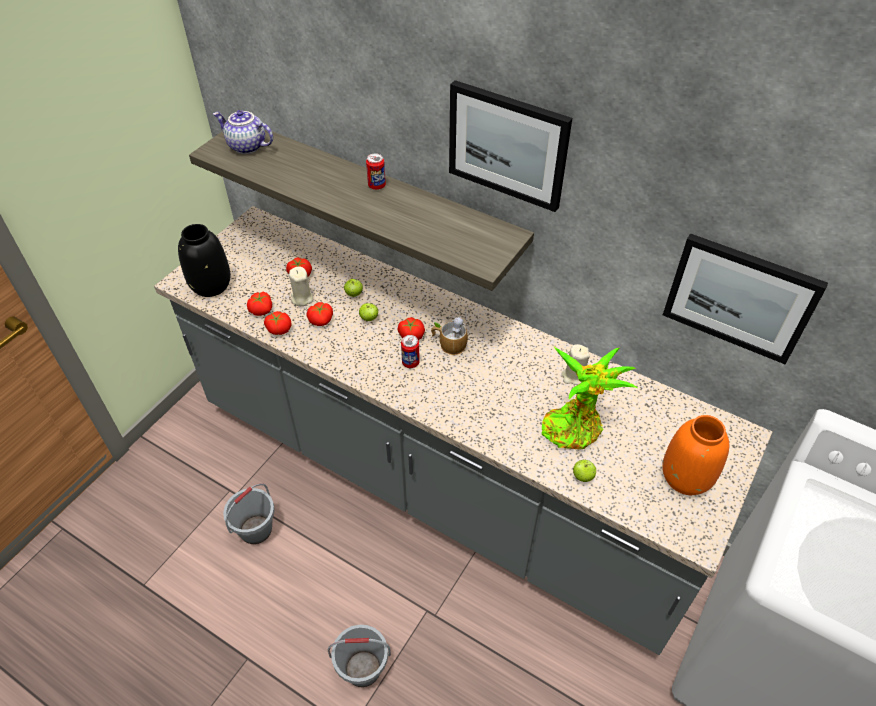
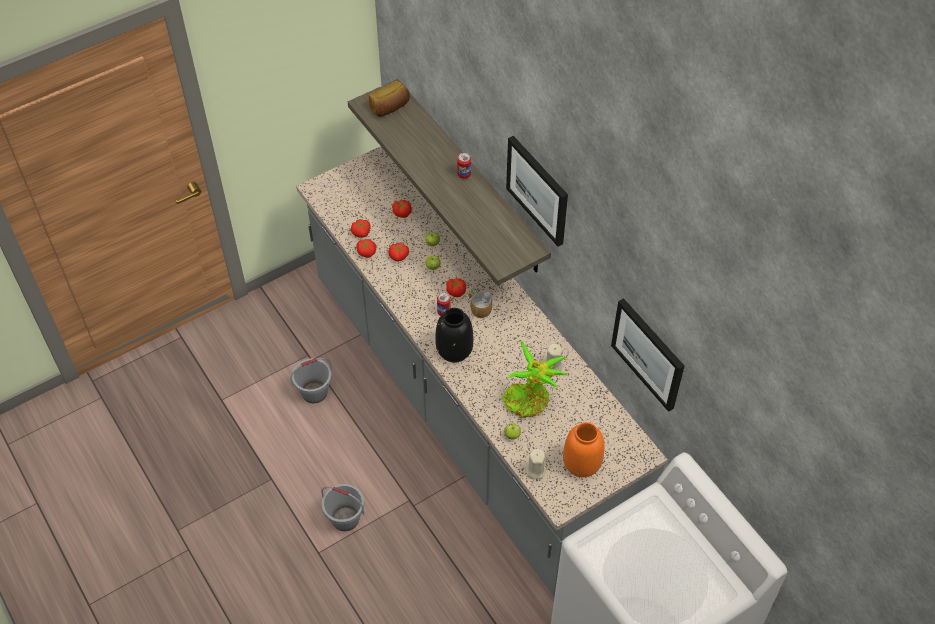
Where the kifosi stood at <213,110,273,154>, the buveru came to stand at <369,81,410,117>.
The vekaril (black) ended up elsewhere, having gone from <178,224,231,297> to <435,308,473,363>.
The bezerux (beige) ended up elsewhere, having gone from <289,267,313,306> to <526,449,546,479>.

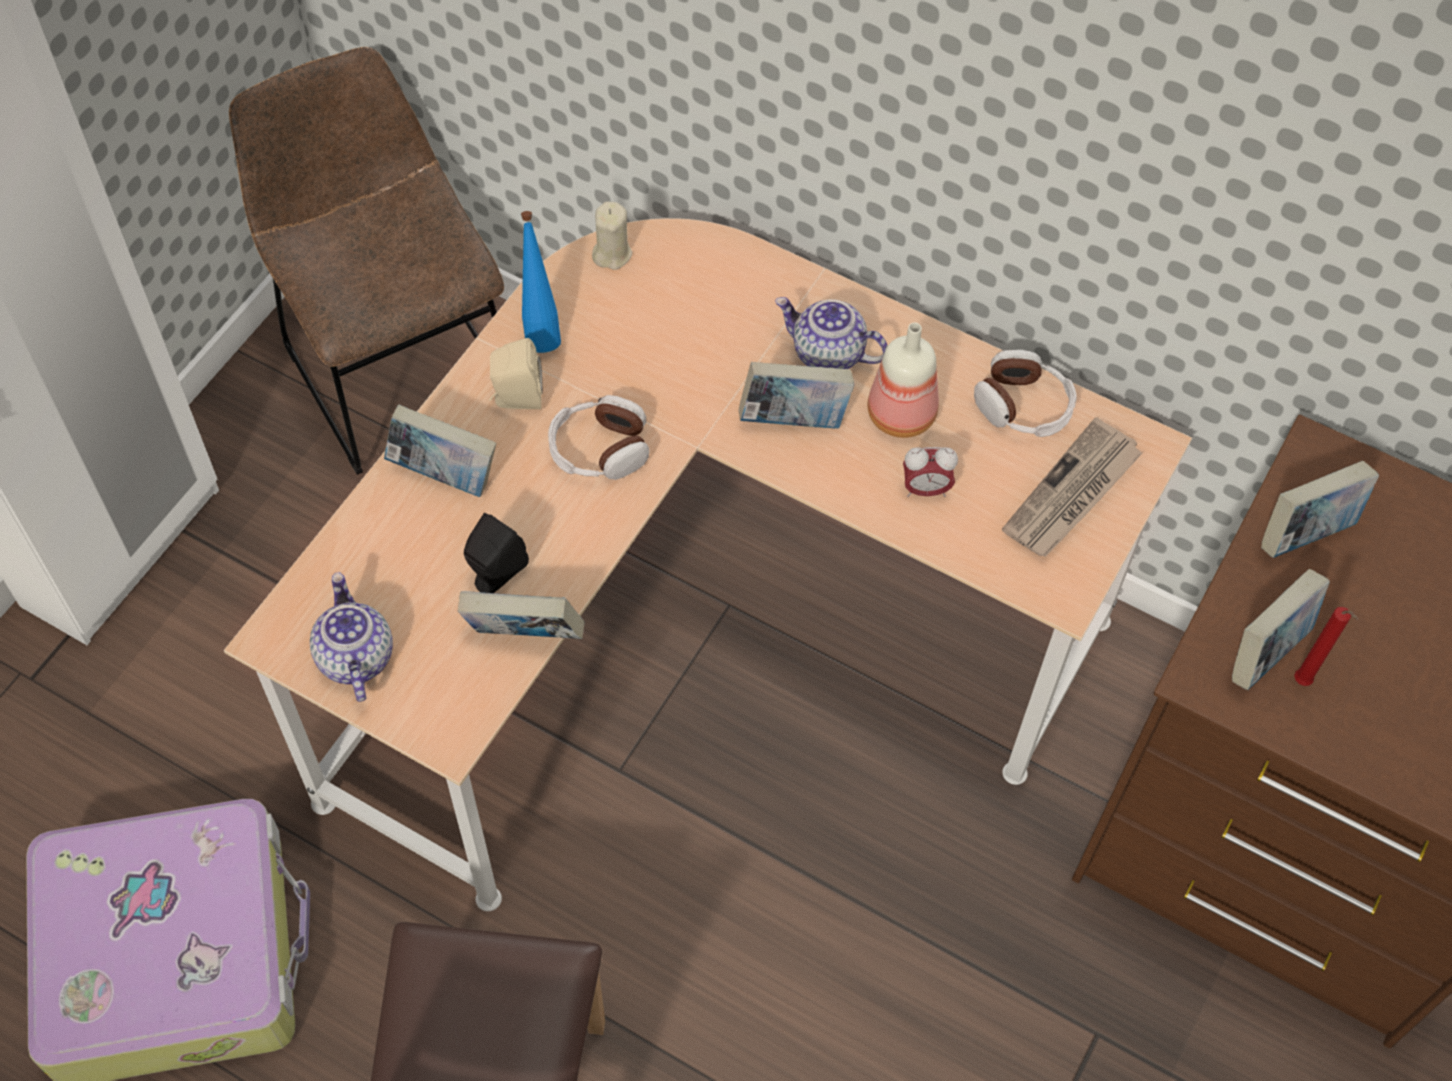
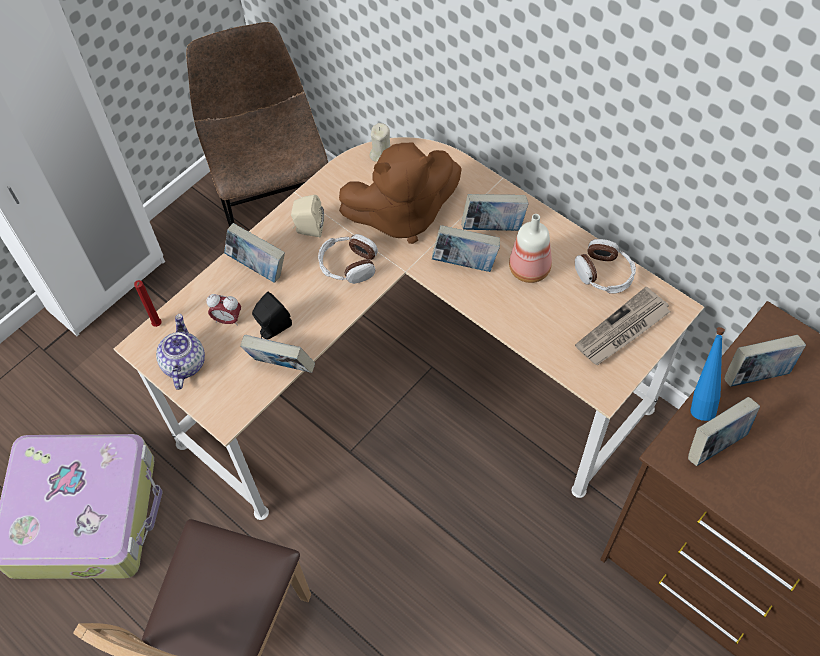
The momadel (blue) ended up elsewhere, having gone from <521,211,561,353> to <691,327,725,421>.
Where the kifosi stood at <775,297,888,369>, the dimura came to stand at <461,194,529,231>.
The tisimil ended up elsewhere, having gone from <903,447,958,497> to <206,294,241,326>.
The bezerux (red) ended up elsewhere, having gone from <1294,607,1359,686> to <134,280,162,327>.
The second view gained the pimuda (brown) at <339,143,462,244>.

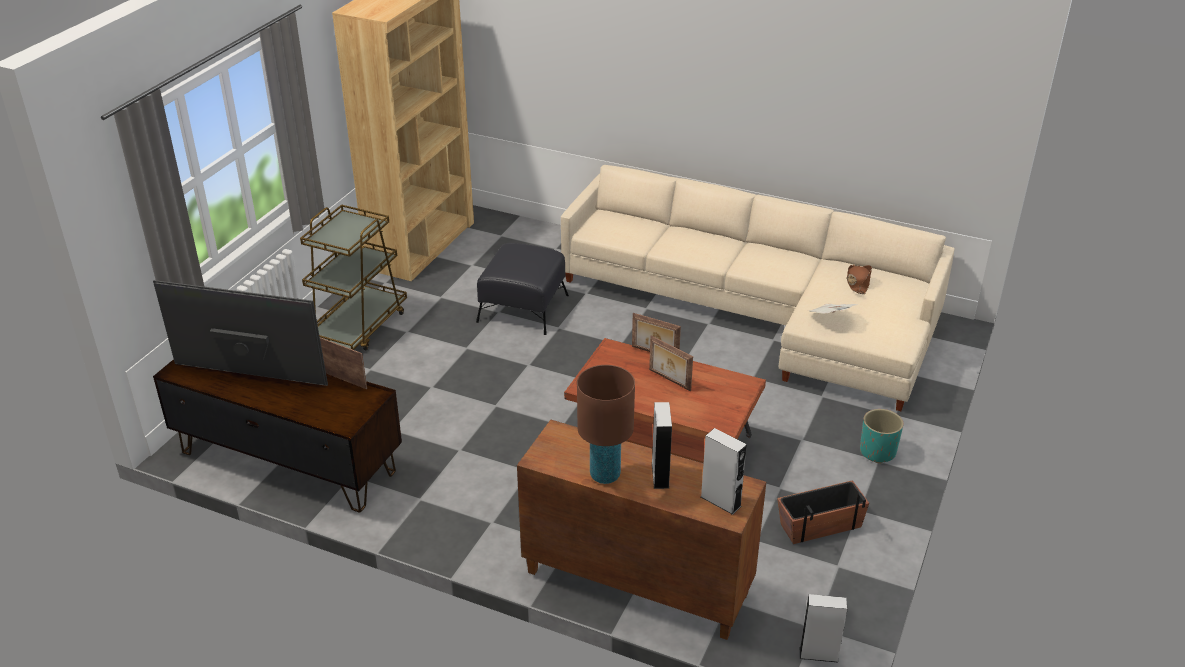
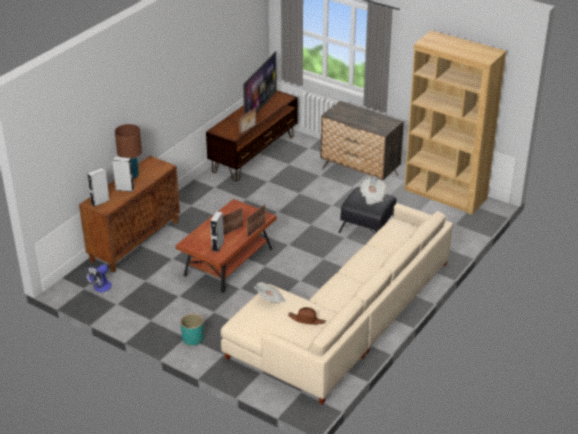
Where the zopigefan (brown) stood at <300,204,407,350>, the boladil came to stand at <320,101,404,181>.
The second view lost the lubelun at <777,480,869,544>.
The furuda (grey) ended up elsewhere, having gone from <800,594,847,662> to <210,211,224,252>.
The second view gained the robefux at <360,176,386,205>.
The second view gained the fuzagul at <84,264,112,292>.

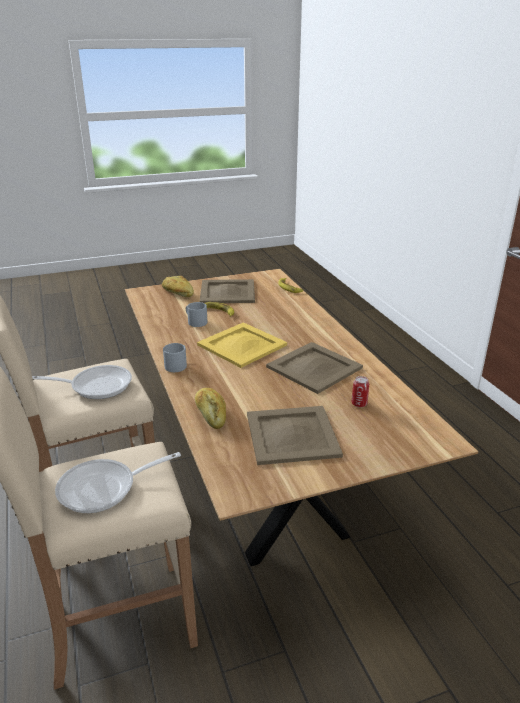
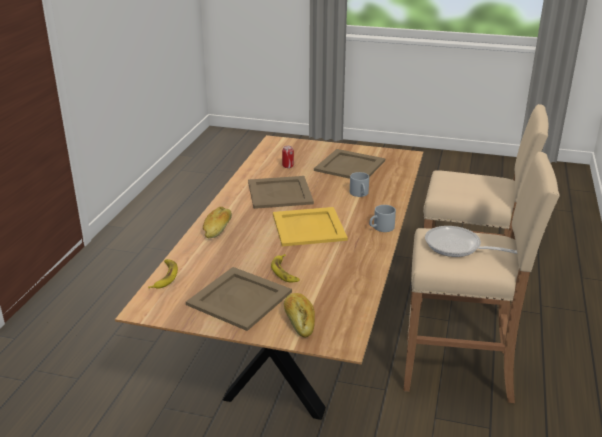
The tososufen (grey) ended up elsewhere, having gone from <186,302,207,327> to <350,172,369,197>.
The buveru ended up elsewhere, having gone from <195,388,226,429> to <203,207,232,238>.
The second view lost the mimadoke at <55,452,181,513>.

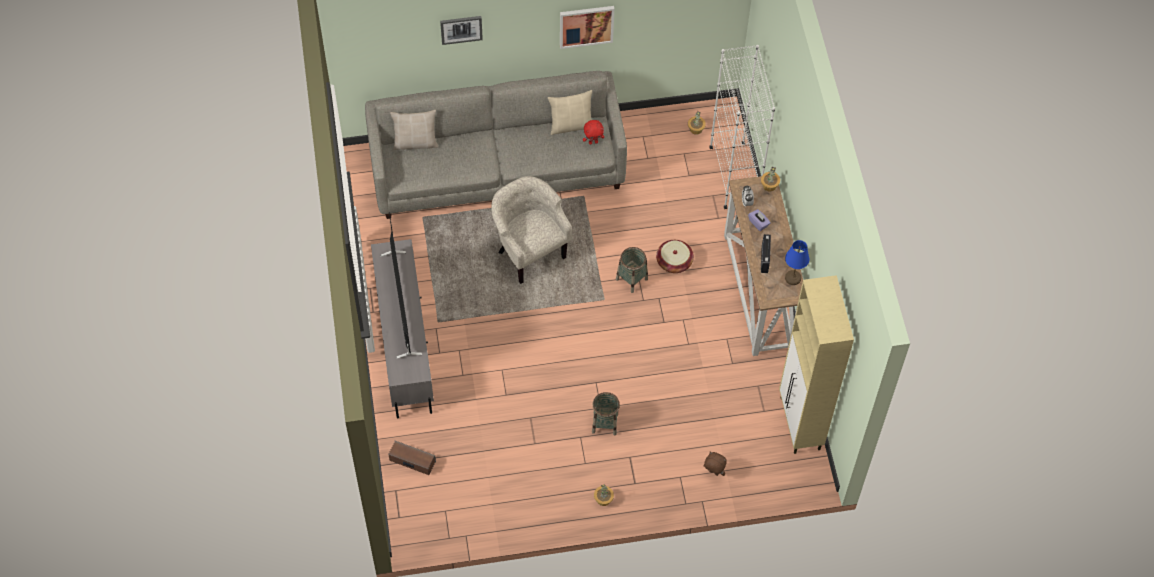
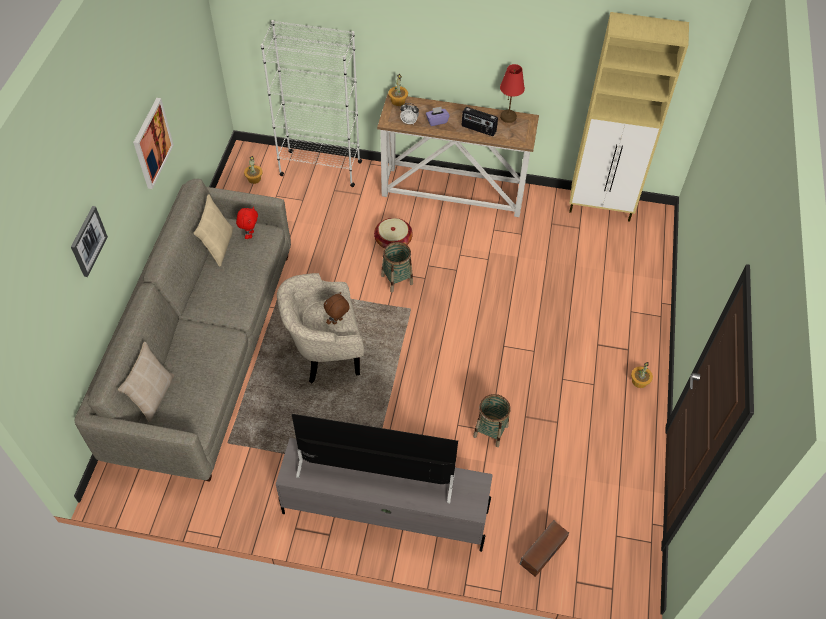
What was the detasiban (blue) at <785,240,809,285> turned into the detasiban (red) at <500,64,525,123>.
The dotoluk ended up elsewhere, having gone from <592,392,620,435> to <473,394,510,447>.
The pimuda (brown) ended up elsewhere, having gone from <704,452,727,476> to <324,292,350,325>.

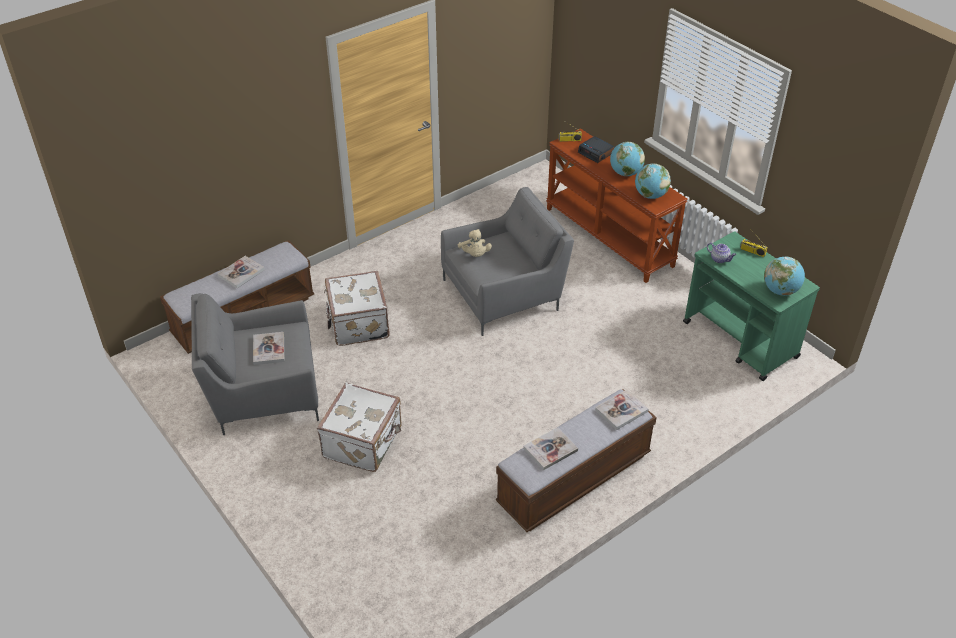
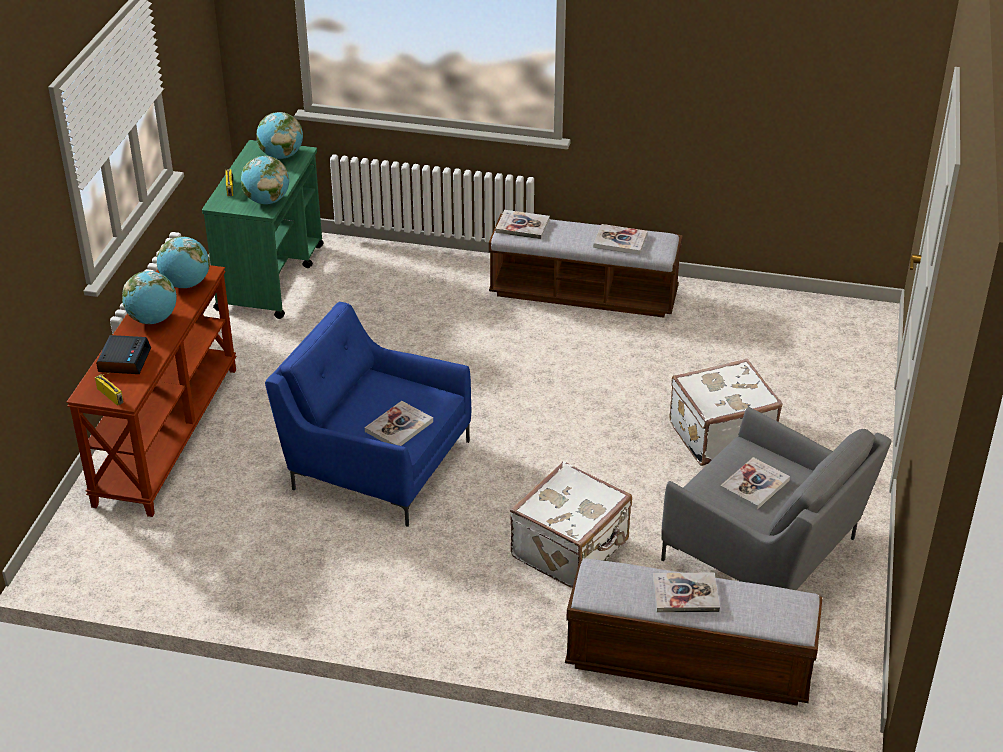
What was the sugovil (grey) at <441,187,574,336> turned into the sugovil (blue) at <265,302,471,527>.
Where the pimuda (beige) stood at <458,229,492,257>, the dimura came to stand at <365,401,433,446>.
Where the kifosi stood at <707,243,736,263>, the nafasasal came to stand at <241,156,289,204>.

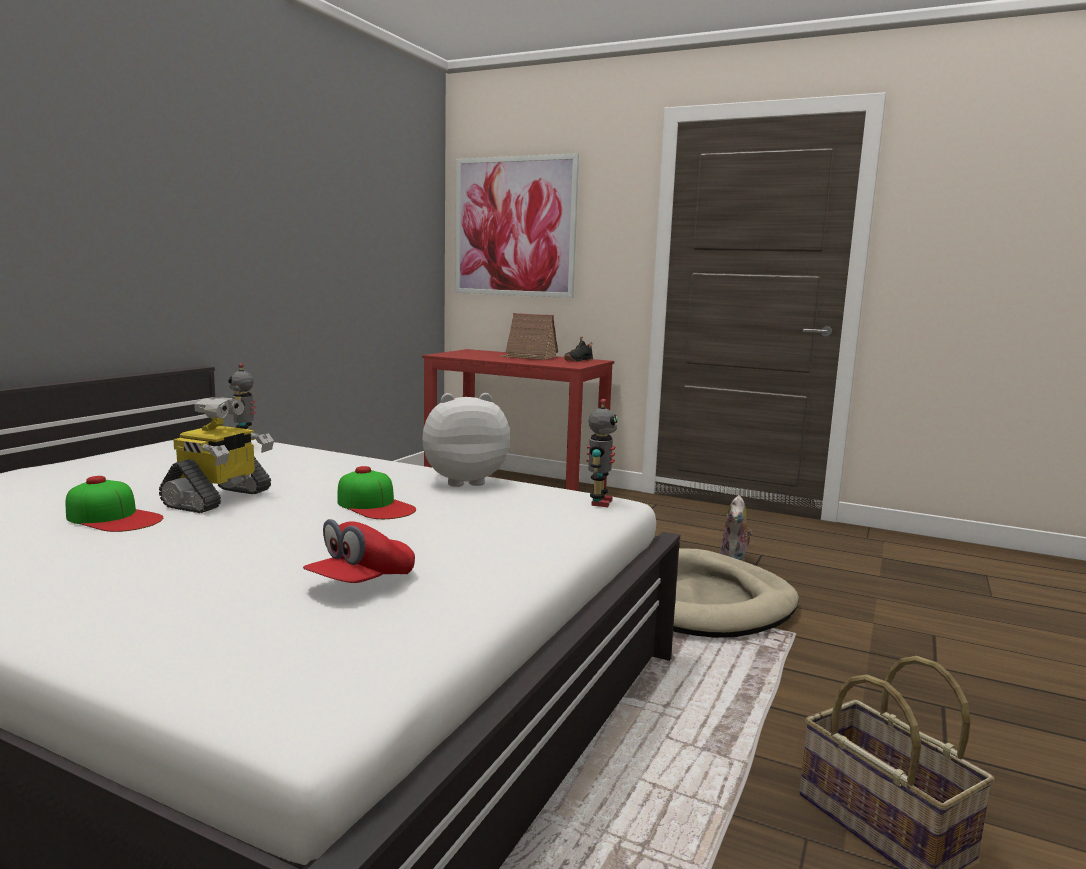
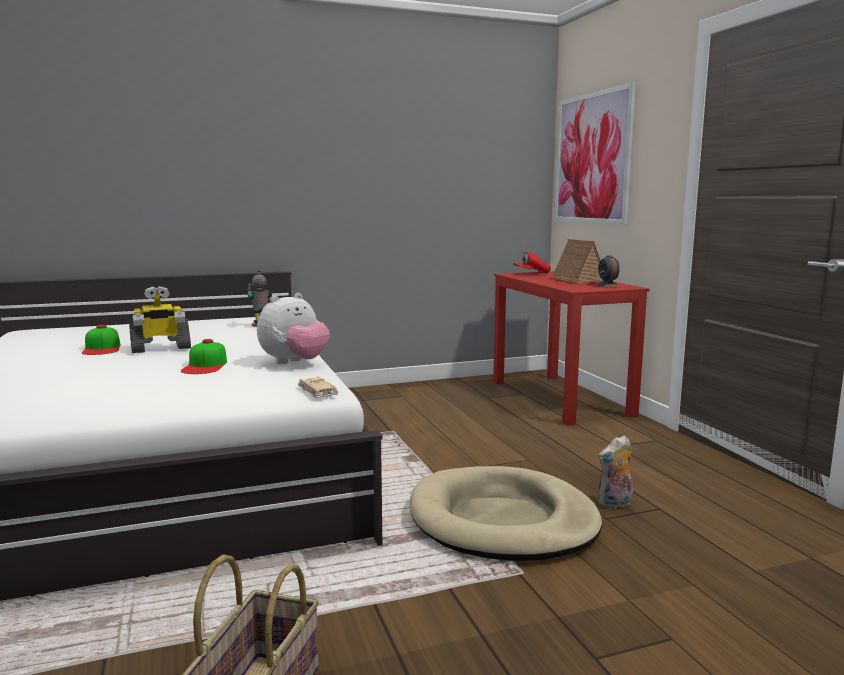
Where the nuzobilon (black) stood at <564,337,593,362>, the tisimil came to stand at <596,255,620,288>.
The pimuda at <422,393,510,487> ended up facing another way, 105 degrees clockwise from before.
Where the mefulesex stood at <586,399,618,507>, the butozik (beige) came to stand at <298,376,338,398>.
The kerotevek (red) ended up elsewhere, having gone from <303,519,415,583> to <513,251,551,273>.

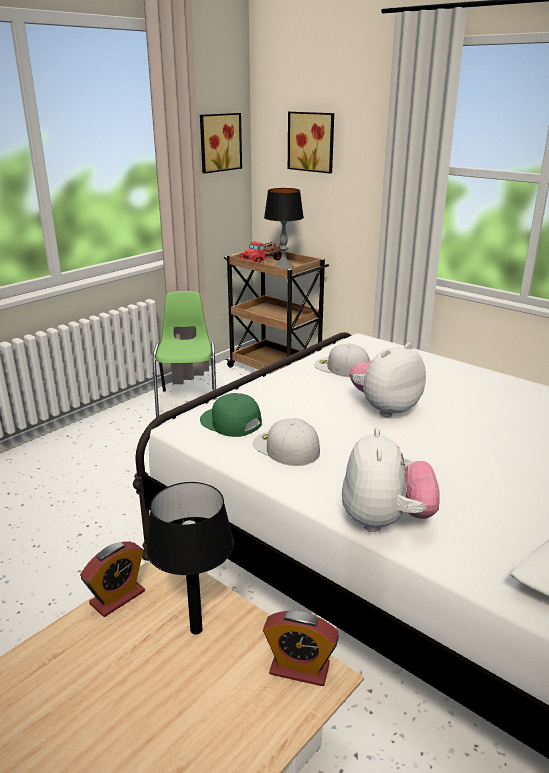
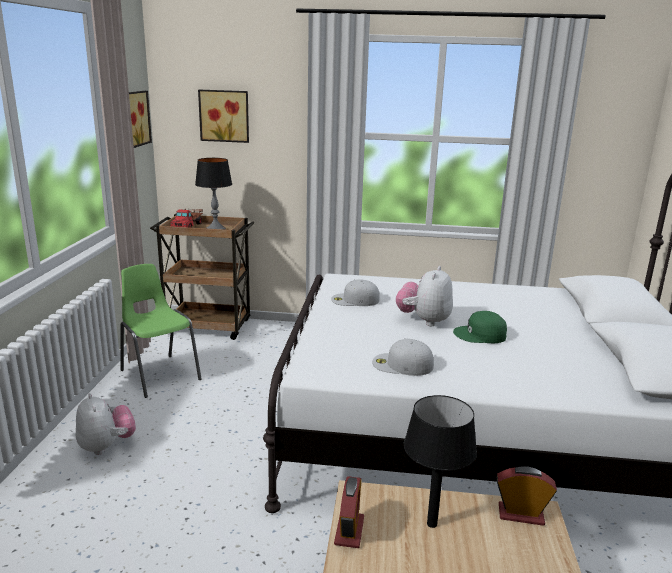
The kerotevek (green) ended up elsewhere, having gone from <200,393,262,437> to <453,311,507,344>.
The pimuda ended up elsewhere, having gone from <342,428,440,532> to <75,393,136,455>.
The tisimil at <263,611,339,686> ended up facing another way, 150 degrees counterclockwise from before.

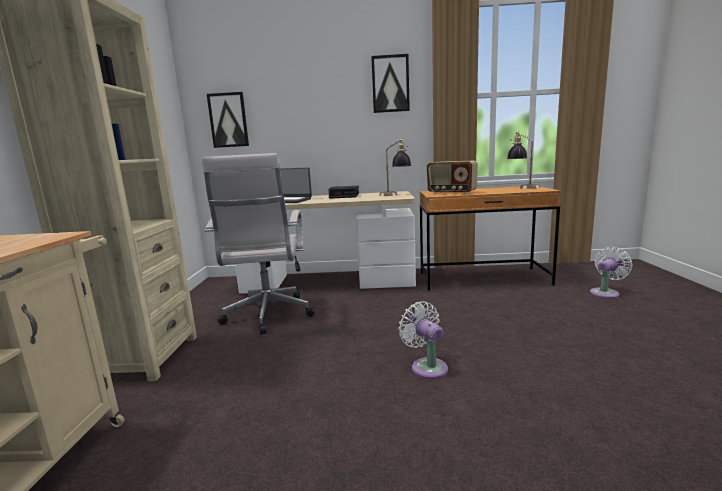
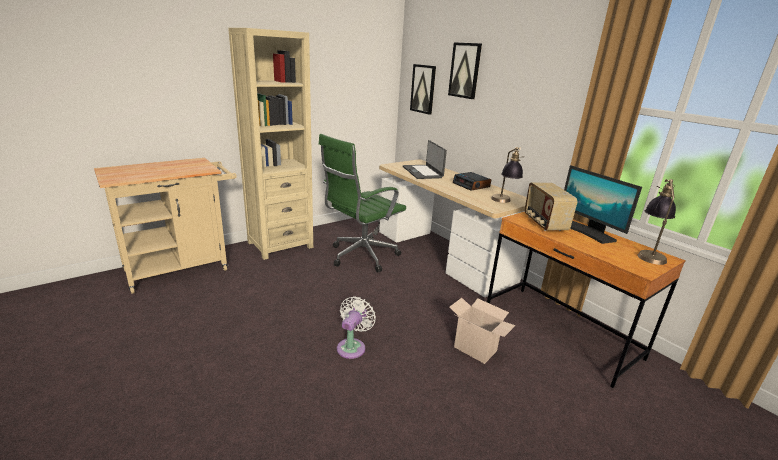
The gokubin ended up elsewhere, having gone from <371,54,410,113> to <448,42,482,99>.
What was the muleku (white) at <202,153,315,335> turned into the muleku (green) at <319,134,406,273>.
The second view lost the fuzagul (white) at <590,246,632,299>.
The second view gained the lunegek at <564,165,642,244>.
The second view gained the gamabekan at <449,298,516,364>.

